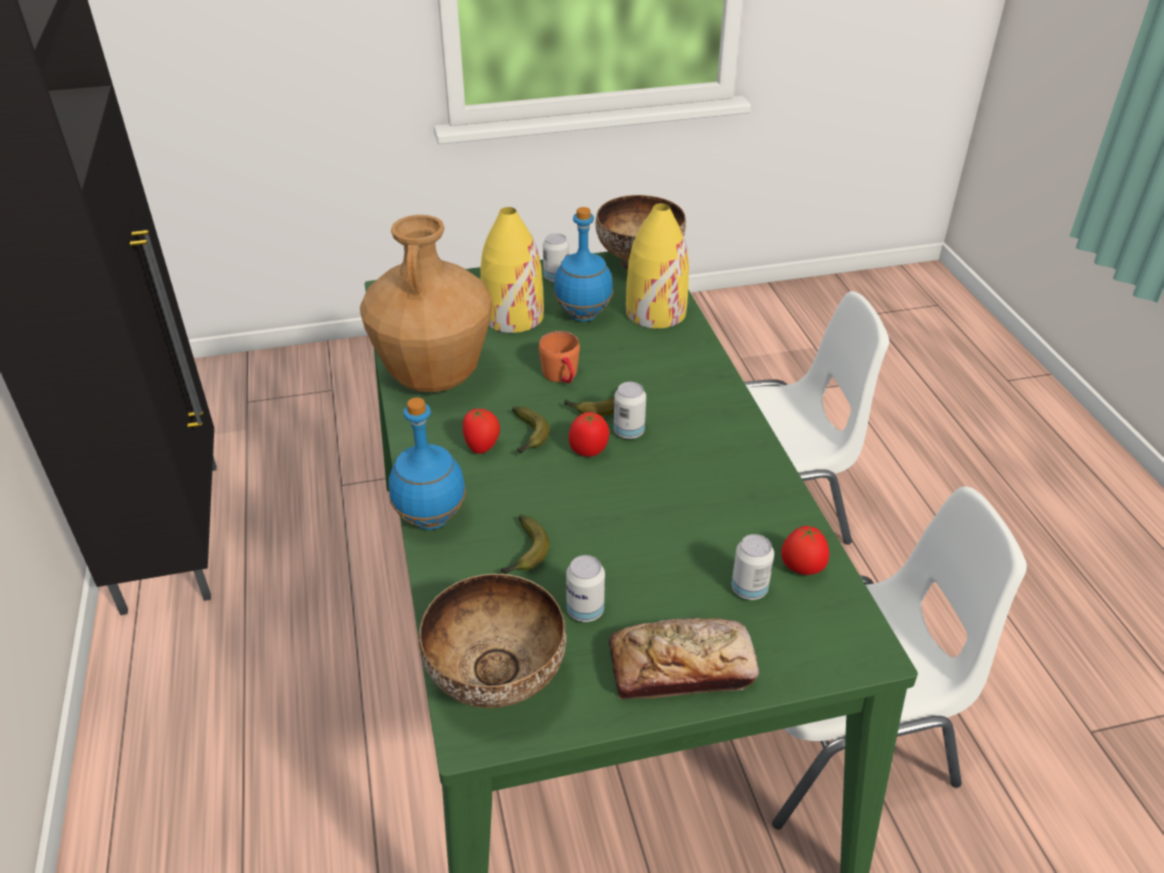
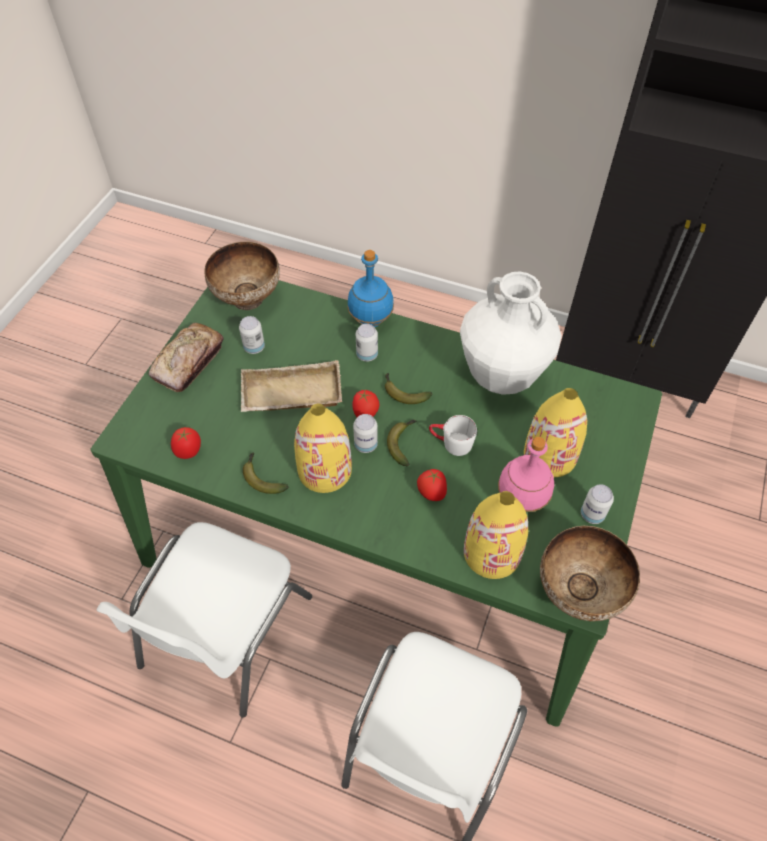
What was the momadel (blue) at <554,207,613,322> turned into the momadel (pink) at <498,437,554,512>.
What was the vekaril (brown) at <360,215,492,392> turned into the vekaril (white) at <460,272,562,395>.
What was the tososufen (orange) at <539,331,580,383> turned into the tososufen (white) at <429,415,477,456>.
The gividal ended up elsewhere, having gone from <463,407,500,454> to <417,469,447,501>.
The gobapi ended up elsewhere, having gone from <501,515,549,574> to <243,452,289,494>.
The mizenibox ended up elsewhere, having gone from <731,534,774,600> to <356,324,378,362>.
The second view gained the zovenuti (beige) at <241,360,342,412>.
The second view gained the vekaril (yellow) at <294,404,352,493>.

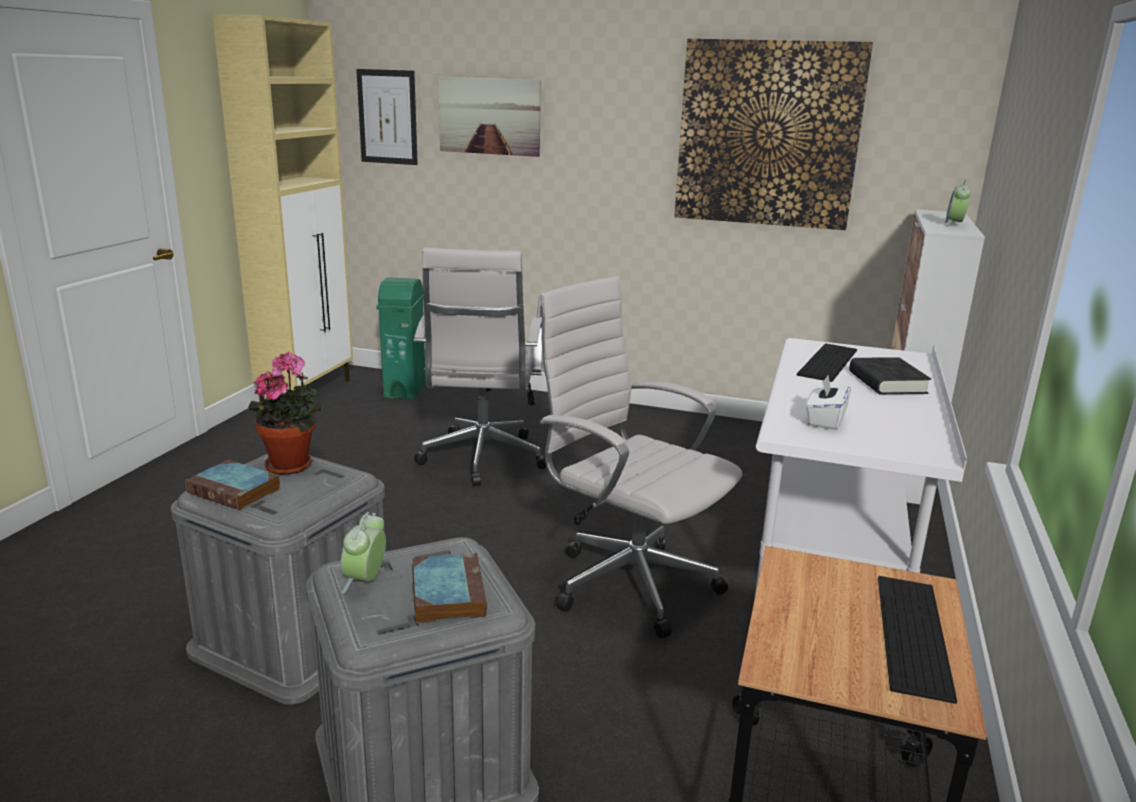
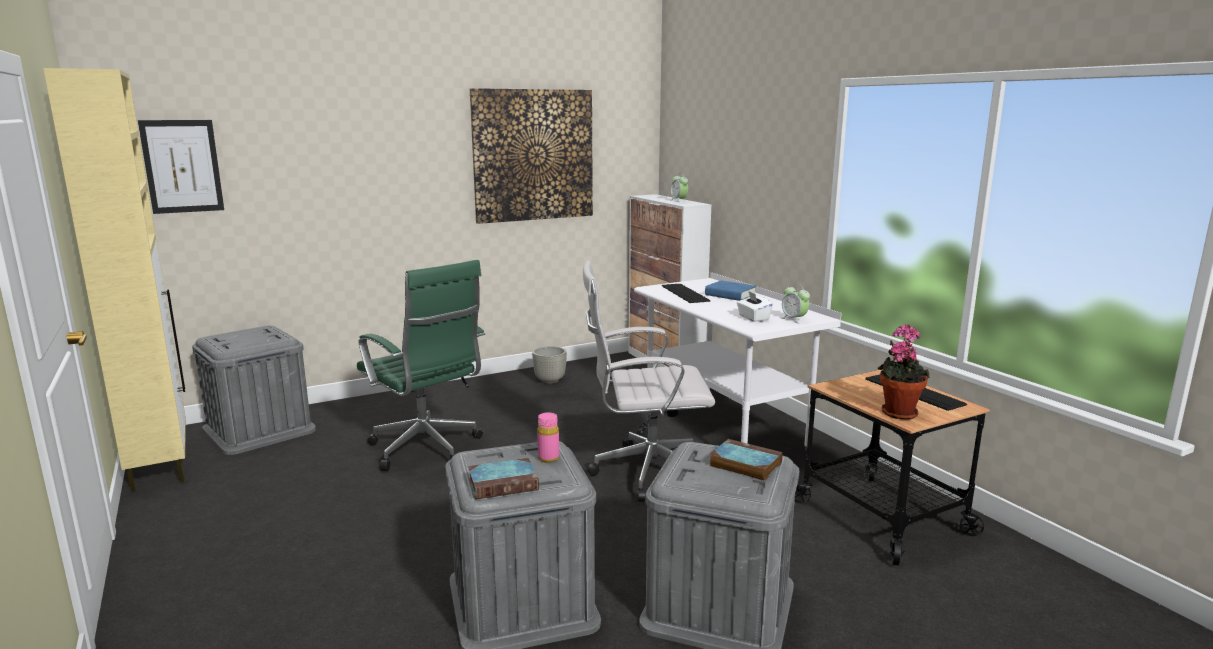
The second view lost the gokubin at <438,77,541,157>.
What was the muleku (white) at <413,248,546,487> turned into the muleku (green) at <357,260,485,471>.
Where the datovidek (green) stood at <376,278,425,399>, the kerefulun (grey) came to stand at <192,325,316,455>.
The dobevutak ended up elsewhere, having gone from <248,351,322,475> to <878,324,930,419>.
What was the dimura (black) at <849,357,931,395> turned into the dimura (blue) at <705,280,756,301>.
The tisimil ended up elsewhere, having gone from <341,512,386,593> to <781,284,810,324>.
The second view gained the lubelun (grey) at <532,346,567,384>.
The second view gained the momadel (pink) at <537,412,559,463>.

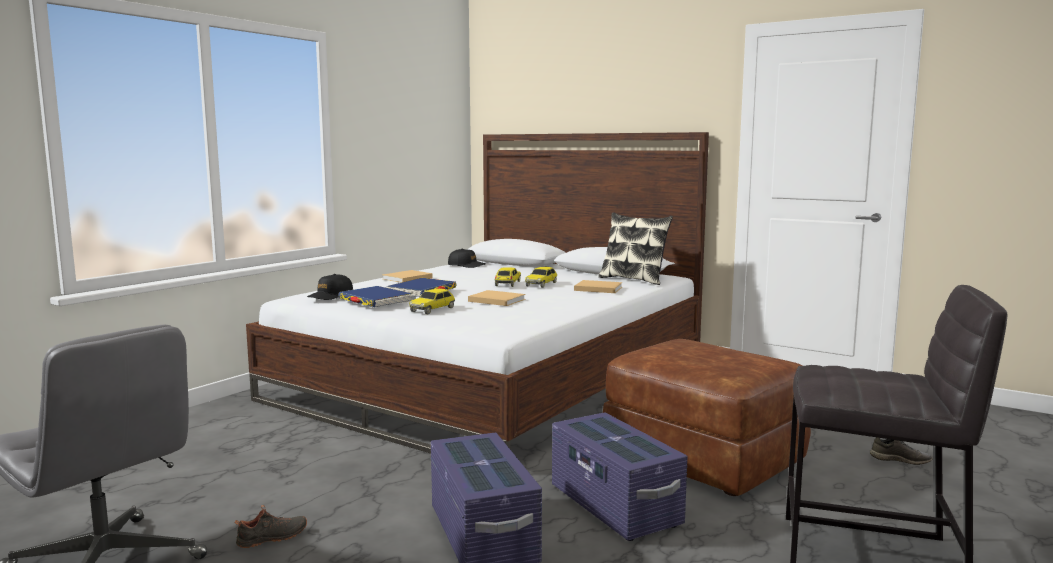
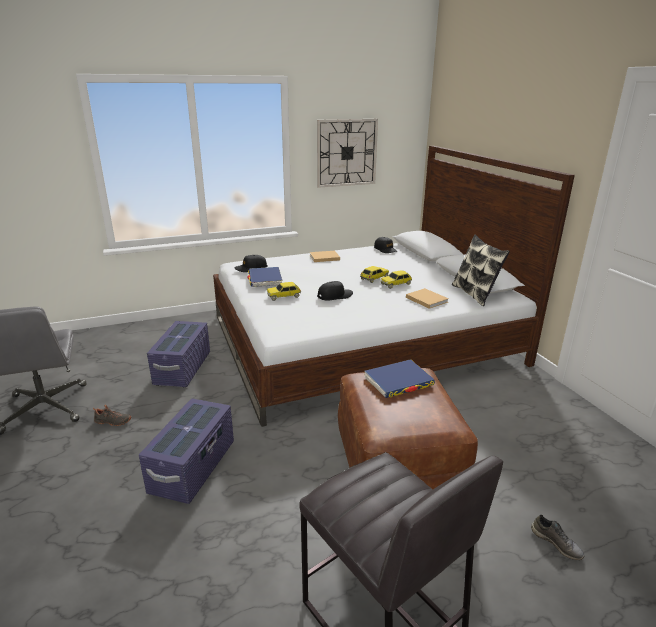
The dimura (blue) ended up elsewhere, having gone from <386,278,457,297> to <364,359,435,398>.
Where the dimura (beige) stood at <468,290,526,306>, the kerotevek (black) came to stand at <317,281,353,300>.
The kerefulun (purple) ended up elsewhere, having gone from <552,412,688,541> to <147,321,210,387>.
The second view gained the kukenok at <317,119,378,188>.

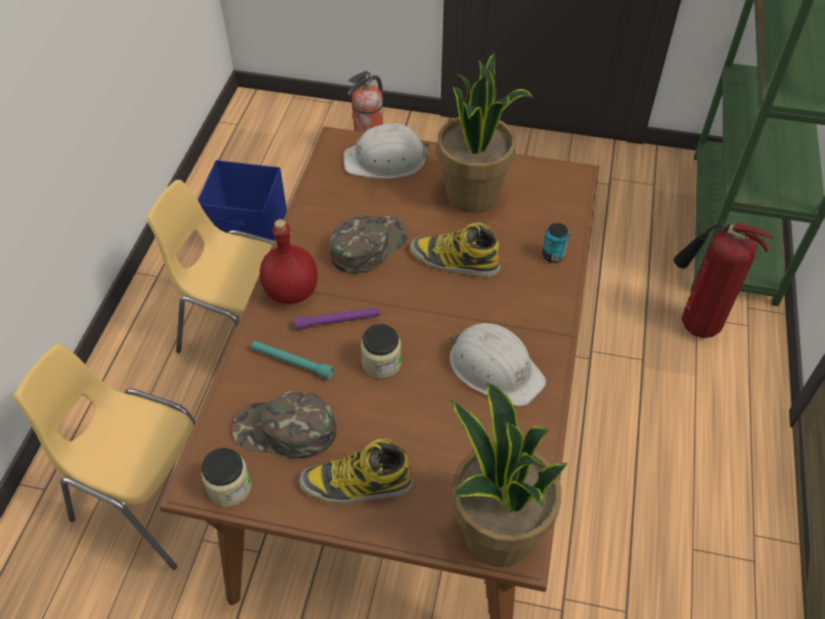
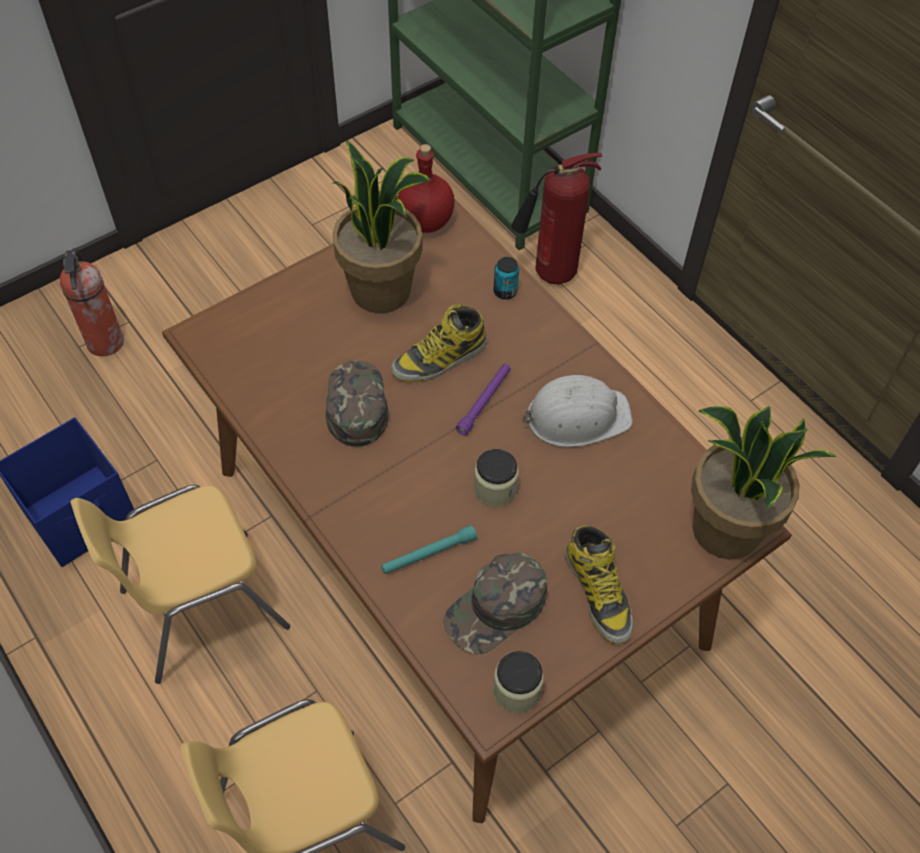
The second view lost the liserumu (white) at <343,124,431,179>.
The momadel (red) ended up elsewhere, having gone from <260,219,318,304> to <397,144,455,233>.
The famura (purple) ended up elsewhere, having gone from <294,307,380,330> to <456,364,511,435>.
The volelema at <299,439,414,503> ended up facing another way, 60 degrees counterclockwise from before.

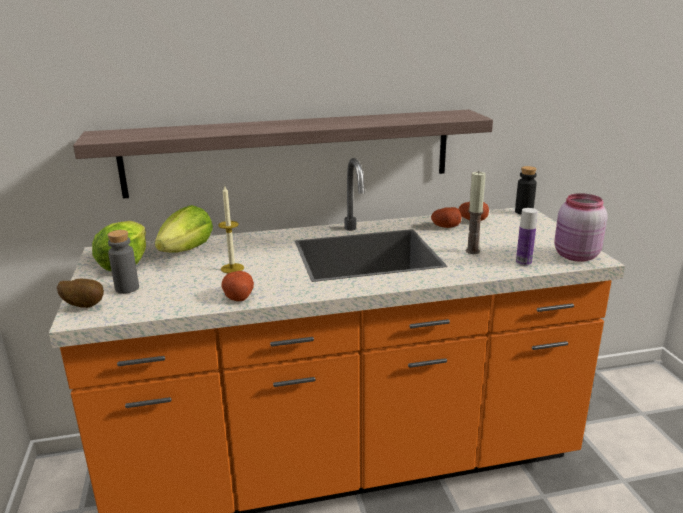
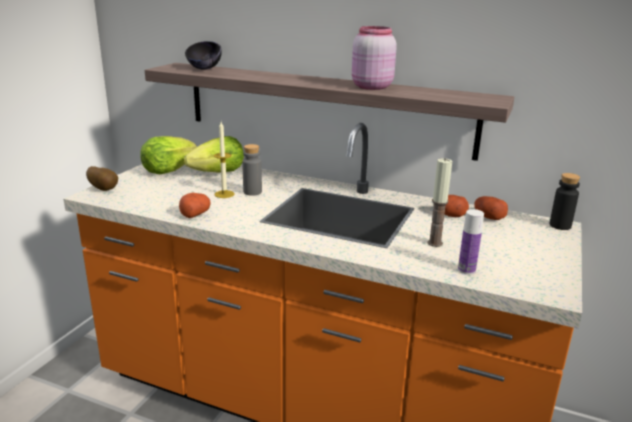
The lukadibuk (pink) ended up elsewhere, having gone from <554,193,608,262> to <352,26,397,90>.
The momadel (grey) ended up elsewhere, having gone from <108,230,139,294> to <242,144,262,196>.
The second view gained the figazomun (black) at <185,41,222,70>.

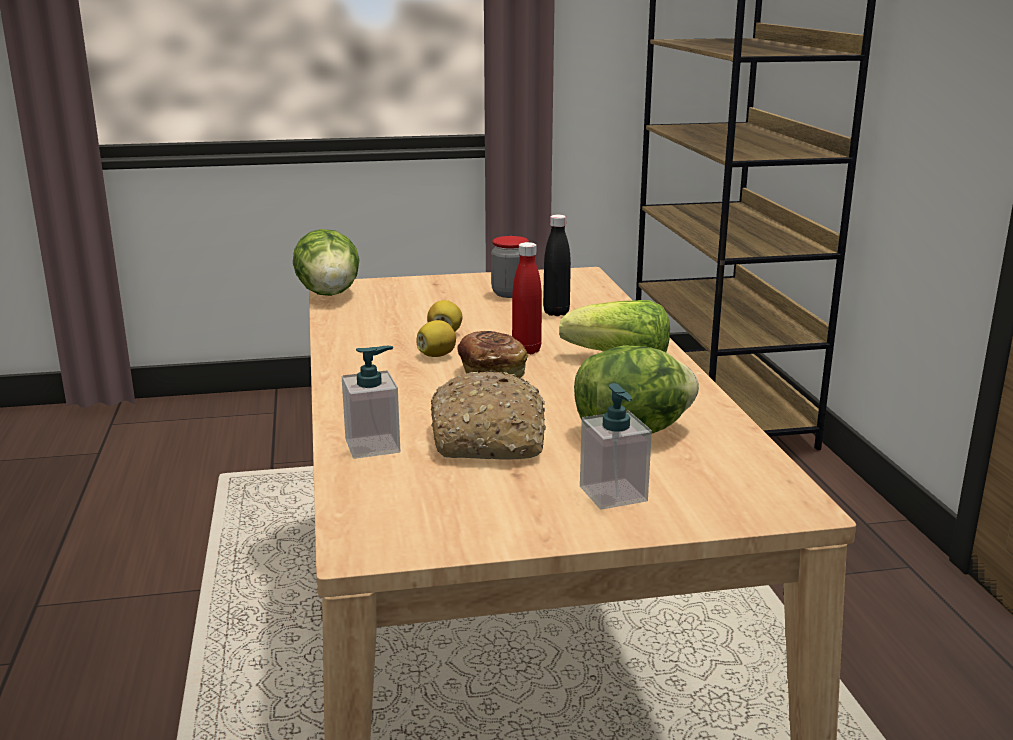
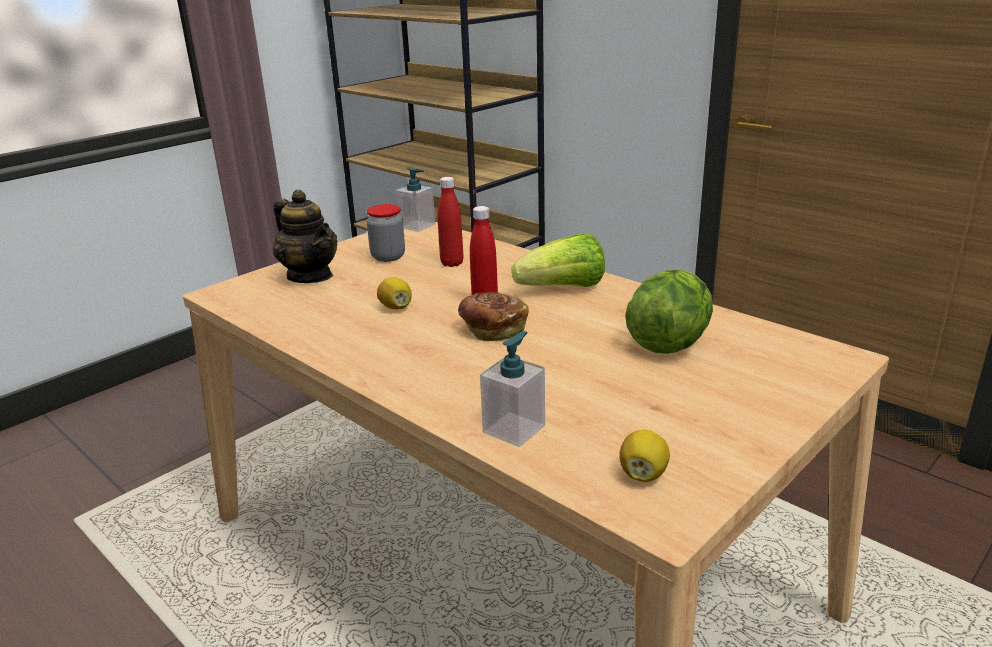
What was the momadel (black) at <543,215,571,316> turned into the momadel (red) at <438,177,463,267>.
The second view lost the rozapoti at <293,229,359,296>.
The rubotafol ended up elsewhere, having gone from <416,320,456,357> to <619,430,670,482>.
The second view lost the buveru at <431,370,546,459>.
The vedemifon ended up elsewhere, having gone from <580,383,652,510> to <395,167,435,232>.
The second view gained the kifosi at <273,190,337,283>.

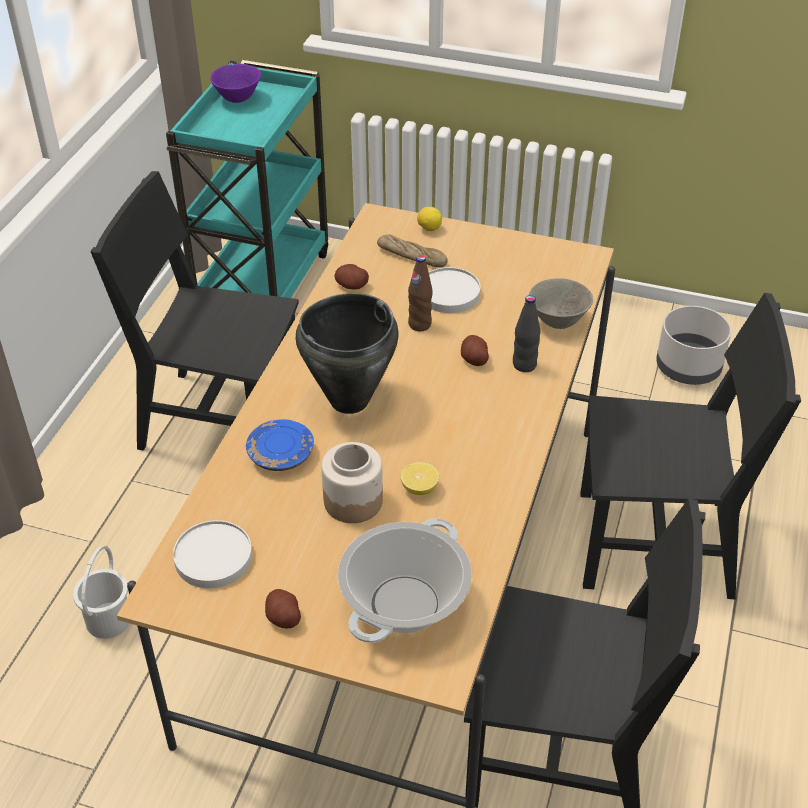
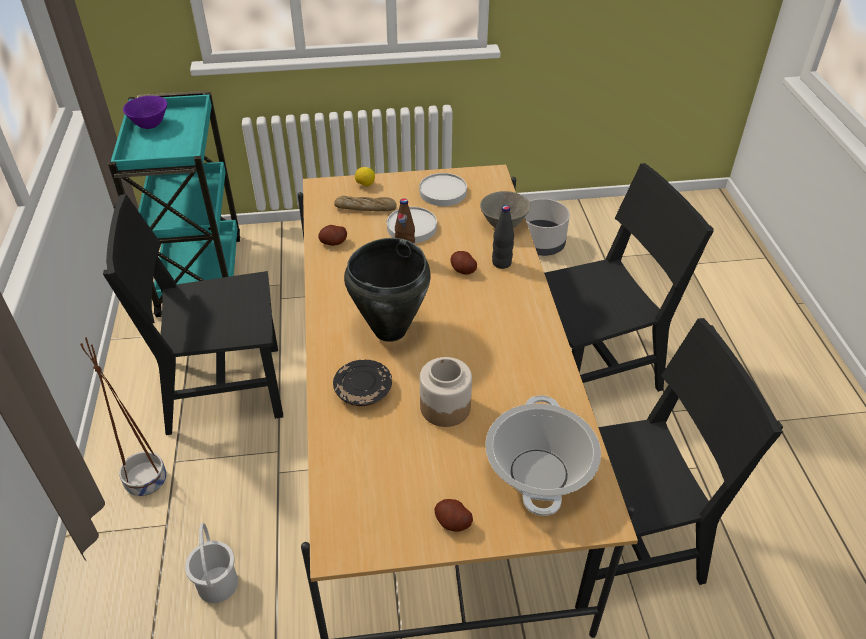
What was the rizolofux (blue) at <246,419,314,471> turned into the rizolofux (black) at <333,360,392,406>.
The second view lost the rubotafol at <401,462,439,495>.
The rizolofux (white) ended up elsewhere, having gone from <173,520,252,588> to <419,173,467,206>.
The second view gained the lubelun (brown) at <80,337,167,496>.

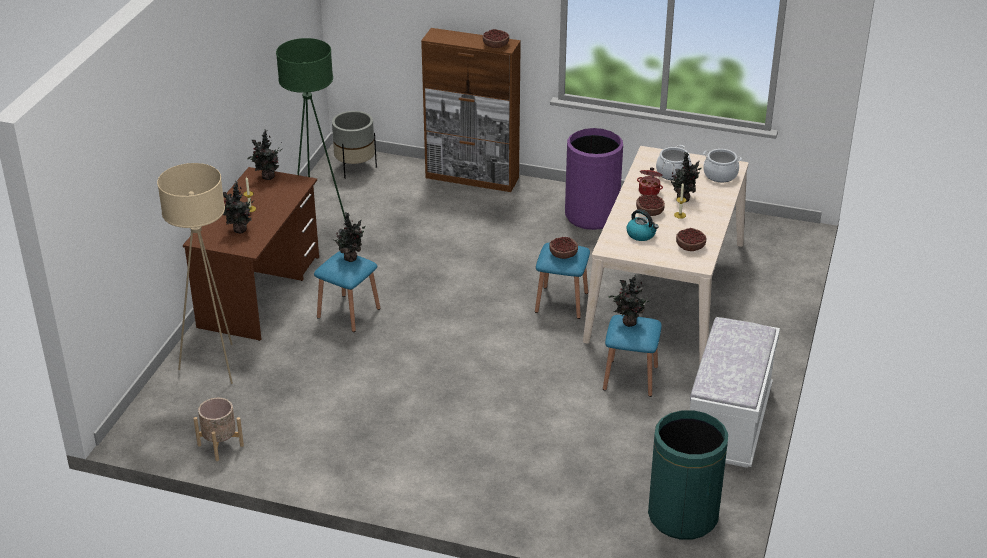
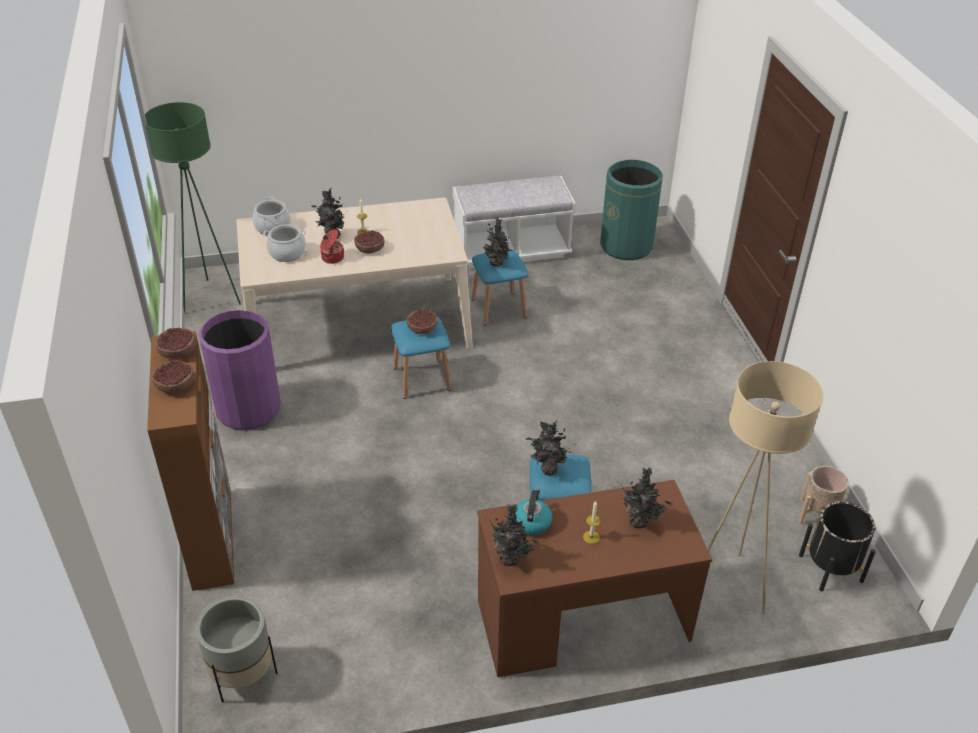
The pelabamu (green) ended up elsewhere, having gone from <276,38,345,219> to <145,102,241,312>.
The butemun ended up elsewhere, having gone from <627,209,659,241> to <516,489,552,535>.
The figazomun ended up elsewhere, having gone from <676,228,706,251> to <152,360,194,394>.
The second view gained the lubelun (black) at <799,501,876,591>.

